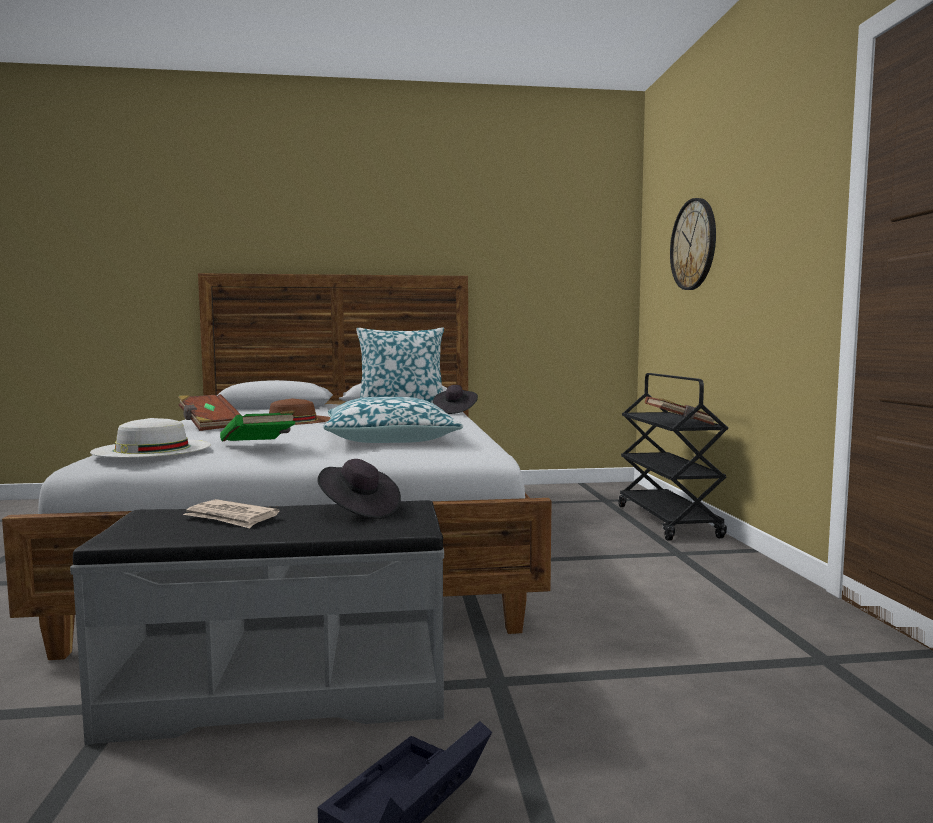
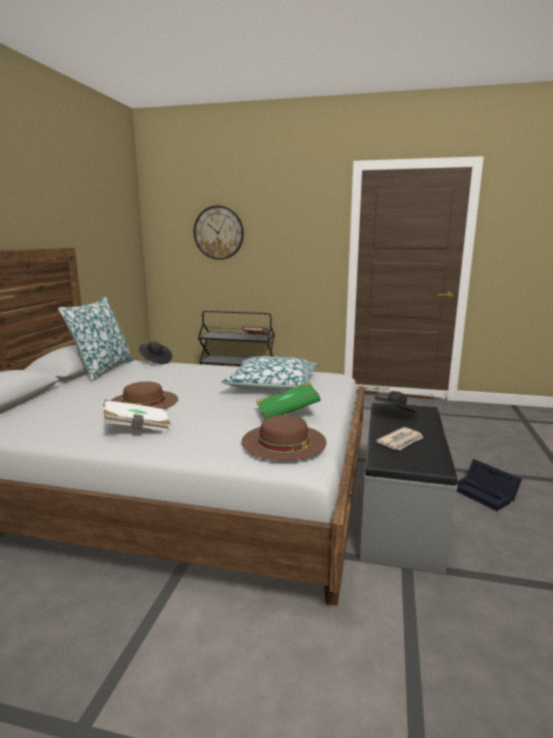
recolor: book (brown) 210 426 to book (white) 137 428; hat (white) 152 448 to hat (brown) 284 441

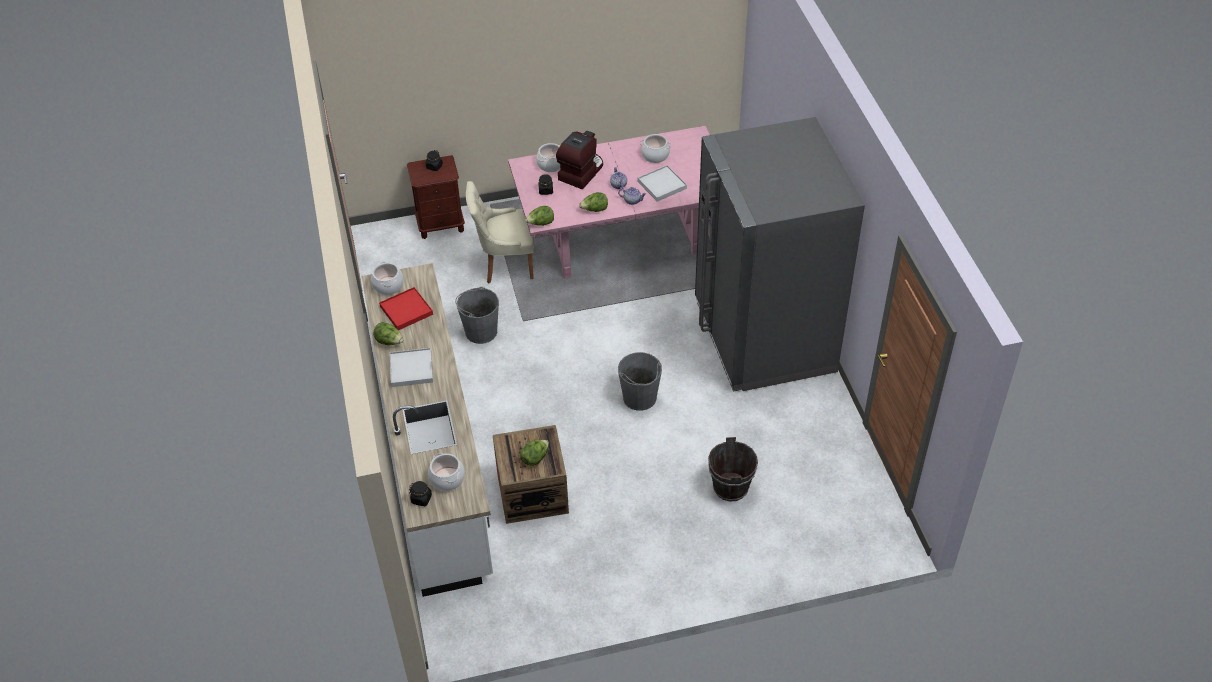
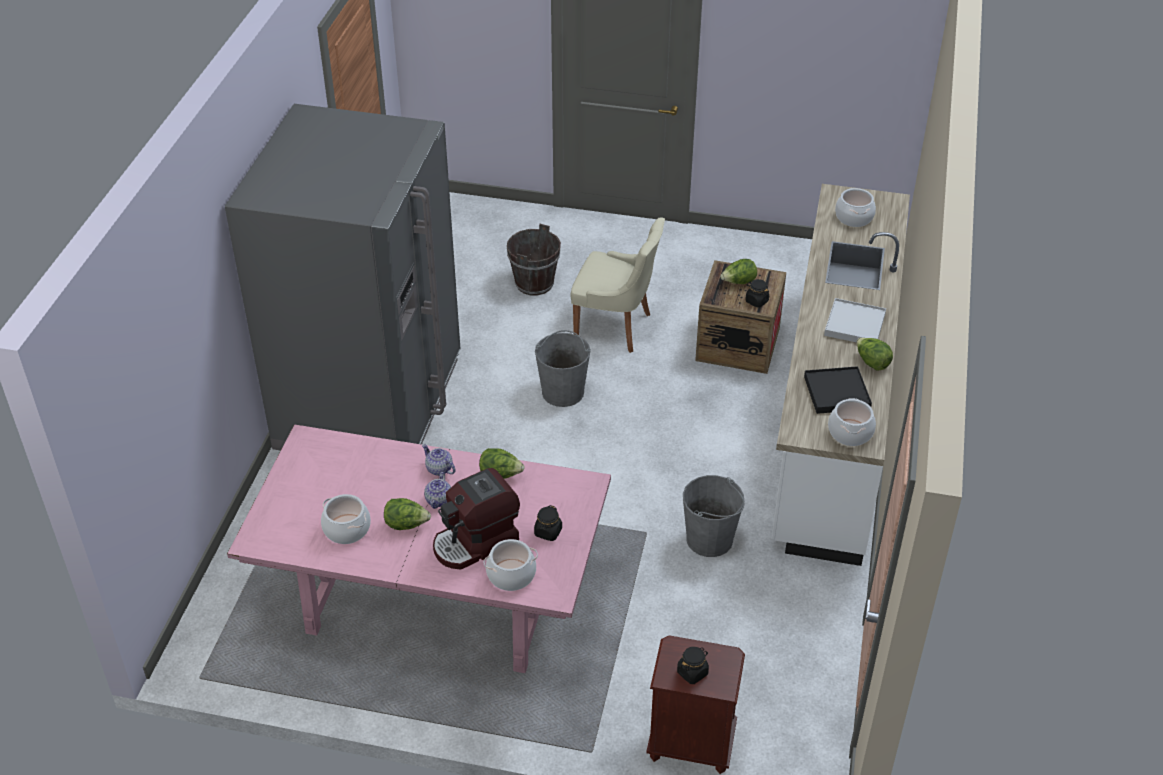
delete: tray (white) 662 185
move: chair (beige) 505 264 to 616 327; lettuce 541 224 to 406 524; jar (black) 421 499 to 756 301
recolor: tray (red) 406 310 to tray (black) 837 392

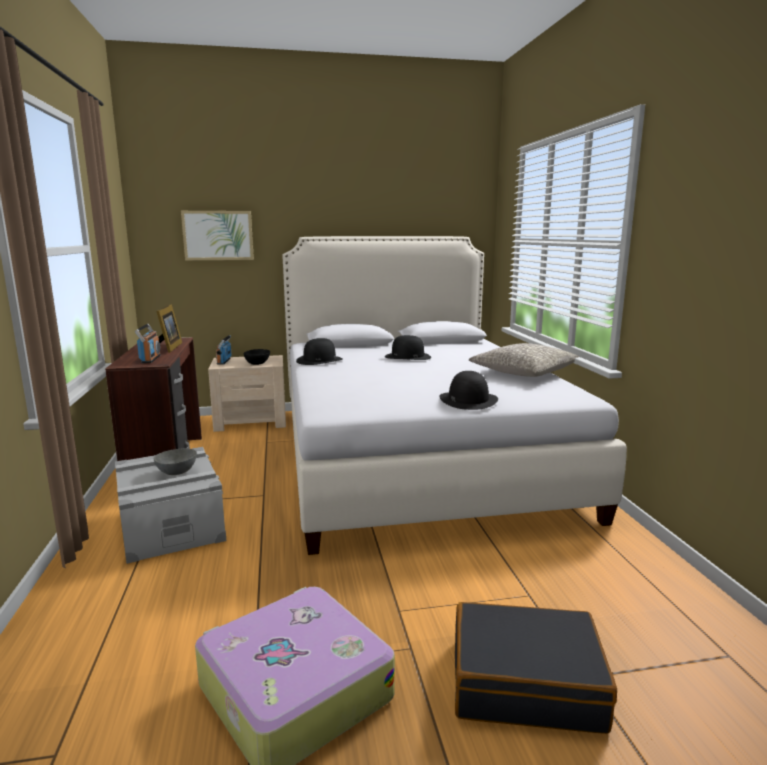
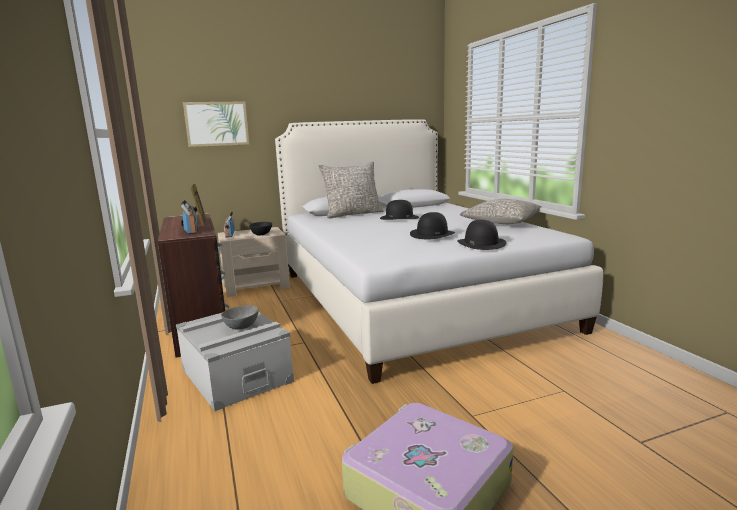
delete: suitcase (black) 525 682
insert: pillow (grey) 352 214
move: hat (black) 319 360 to 432 234

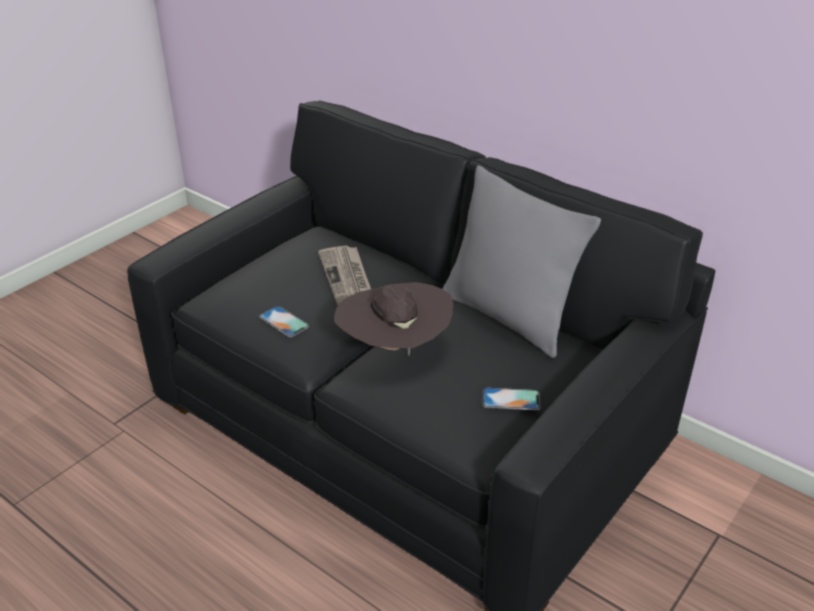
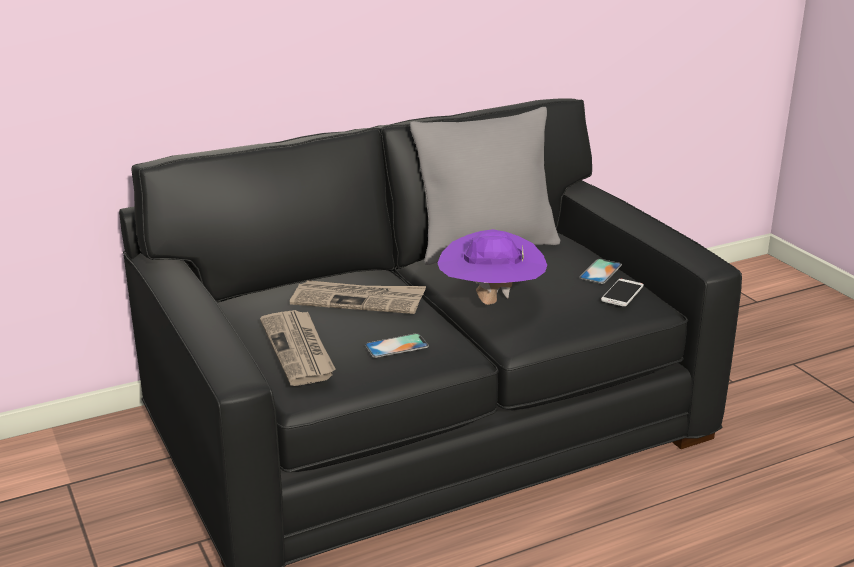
insert: phone 622 293; newspaper 299 350
recolor: hat (brown) 394 348 to hat (purple) 490 302

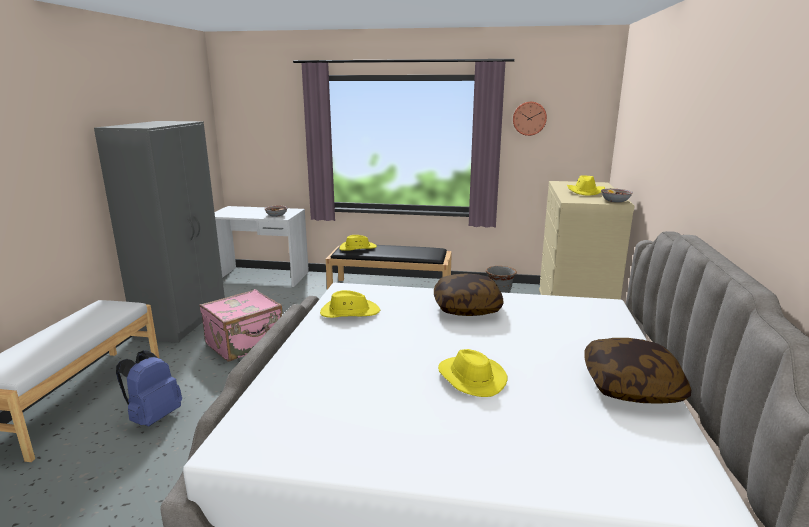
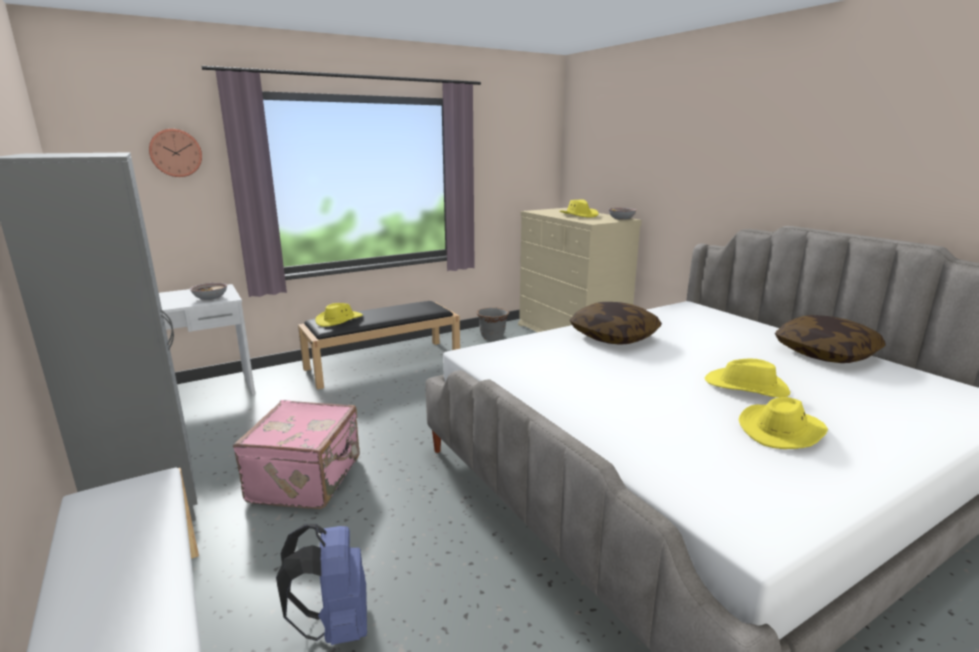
move: wall clock 529 118 to 175 153; hat (yellow) 349 312 to 781 430

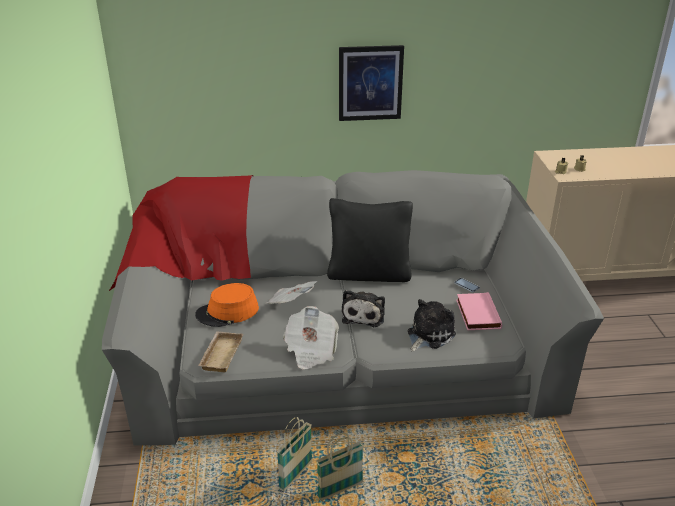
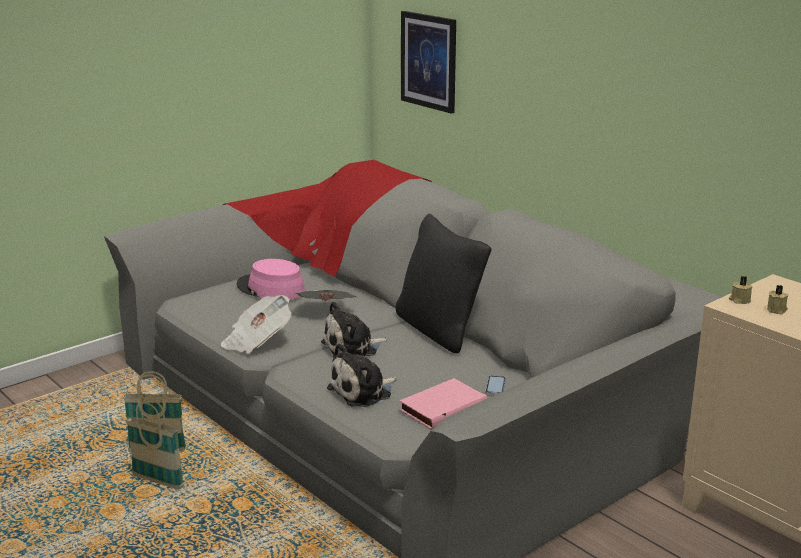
delete: tray (beige) 220 354
move: picture 370 83 to 428 61
recolor: hat (orange) 227 312 to hat (pink) 270 289
rotate: plush toy 428 335 = 363 392 135 degrees clockwise

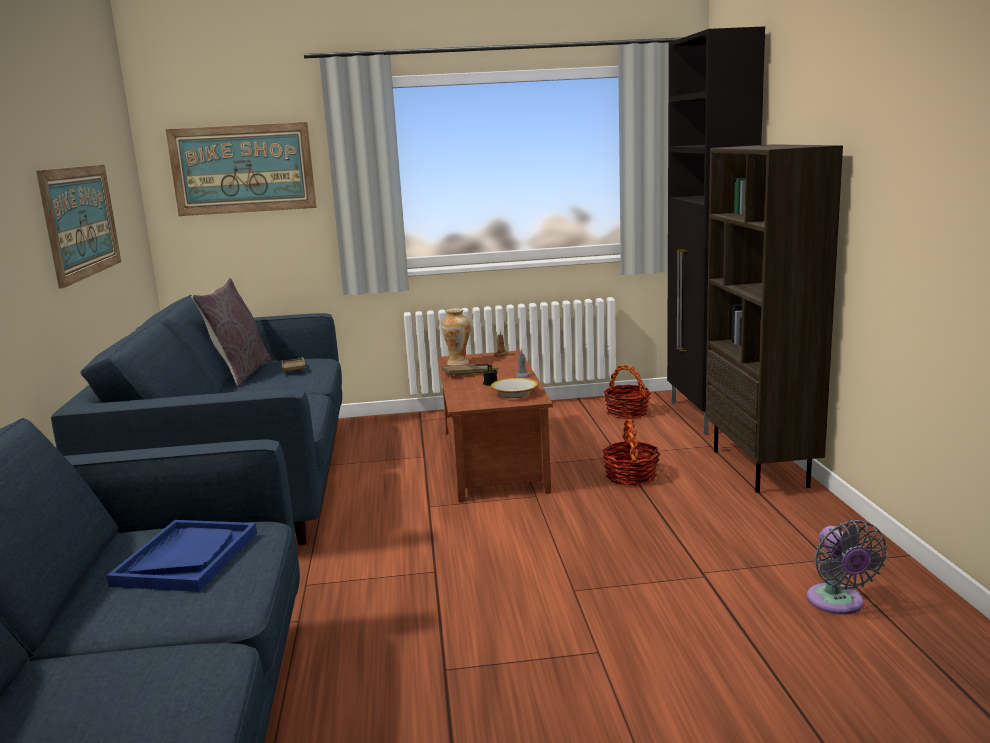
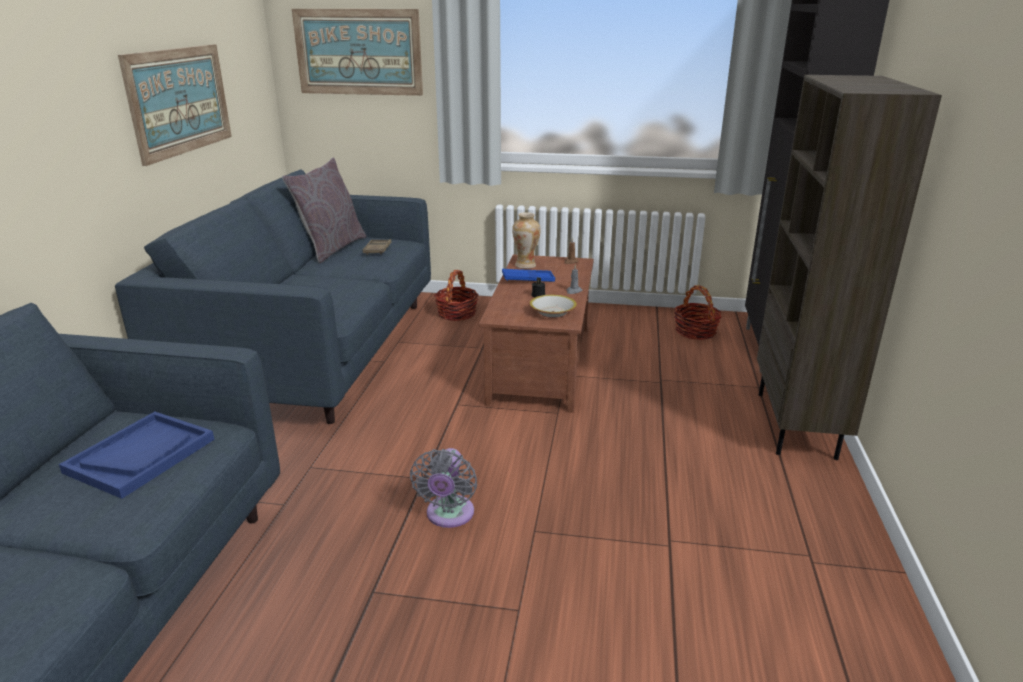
move: basket 631 476 to 457 313; fan (grey) 837 603 to 449 515
recolor: tray (brown) 469 373 to tray (blue) 528 279

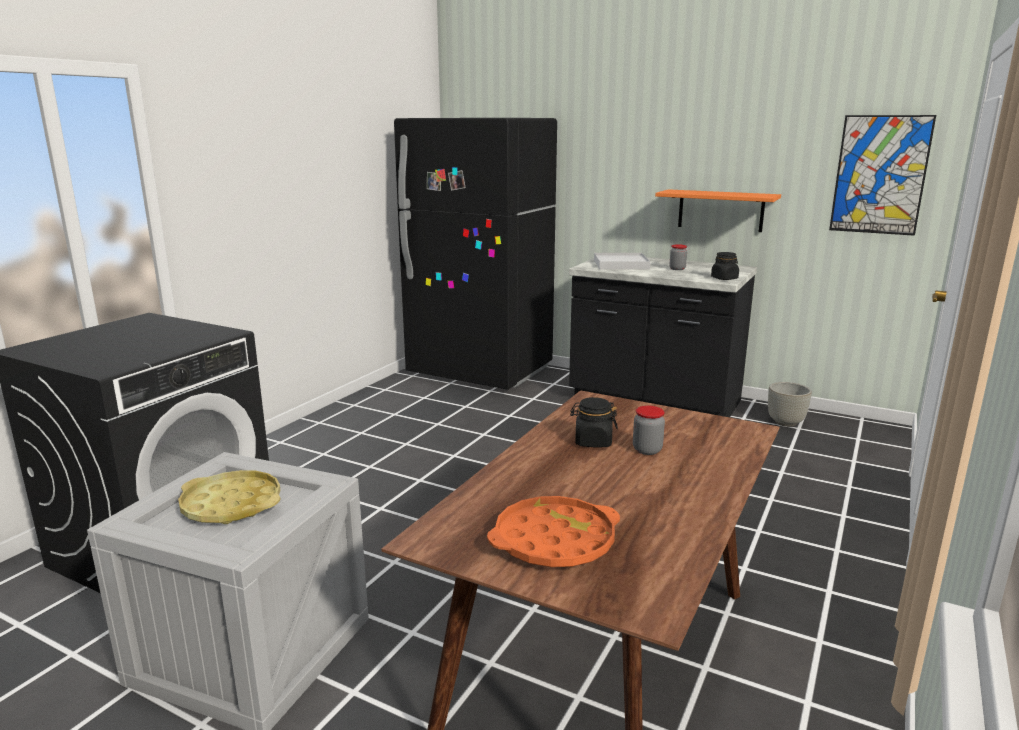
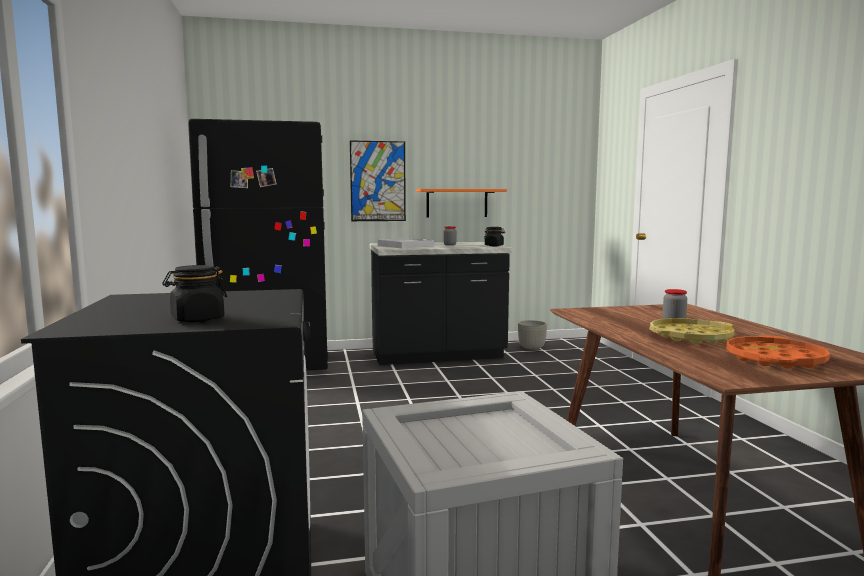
move: picture 880 175 to 378 181; jar (black) 593 442 to 197 319; tray (yellow) 231 505 to 690 337

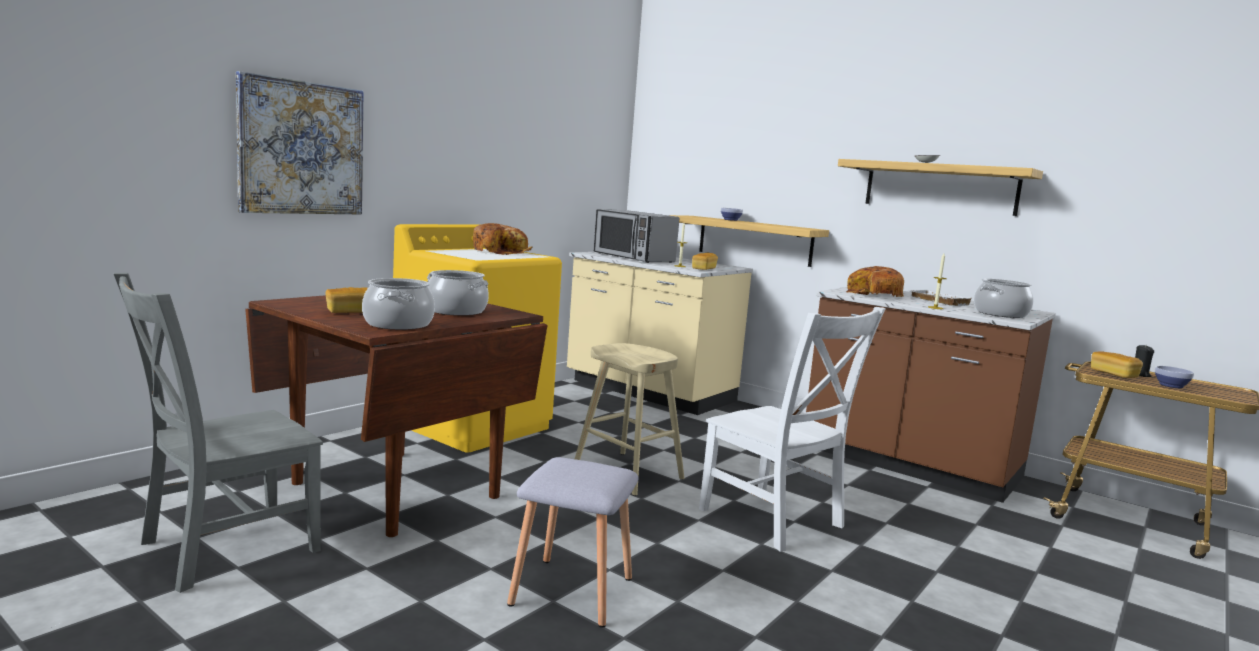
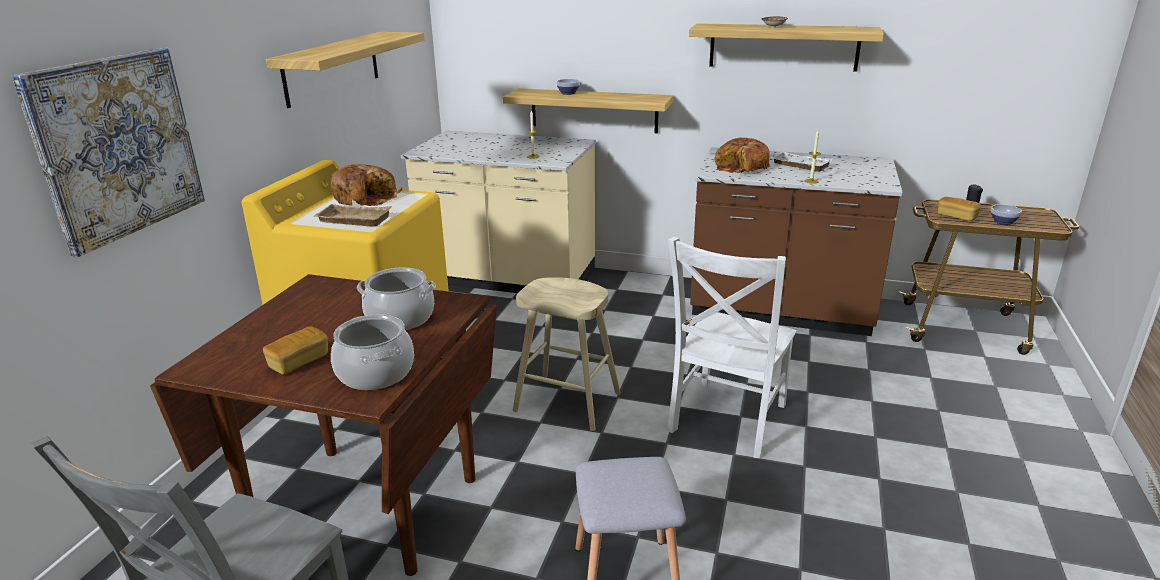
delete: microwave 633 257; bread 704 269; cooking pot 1000 314
insert: shelf 332 67; tray (beige) 352 221
rotate: chair (white) 775 520 = 725 421 90 degrees clockwise

